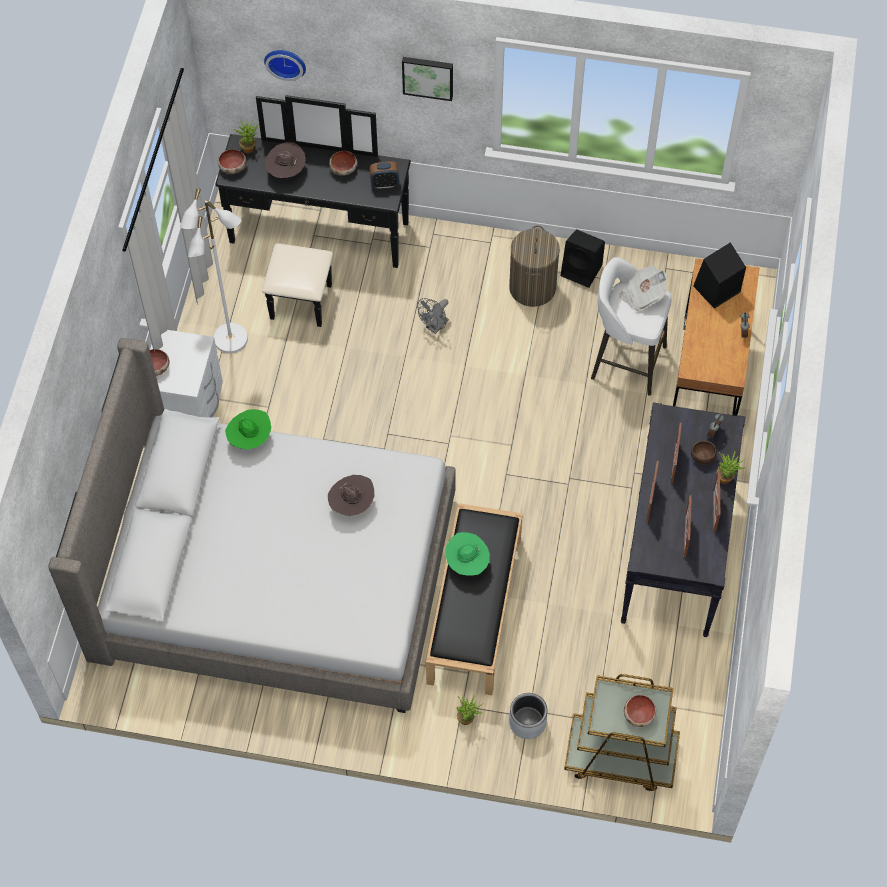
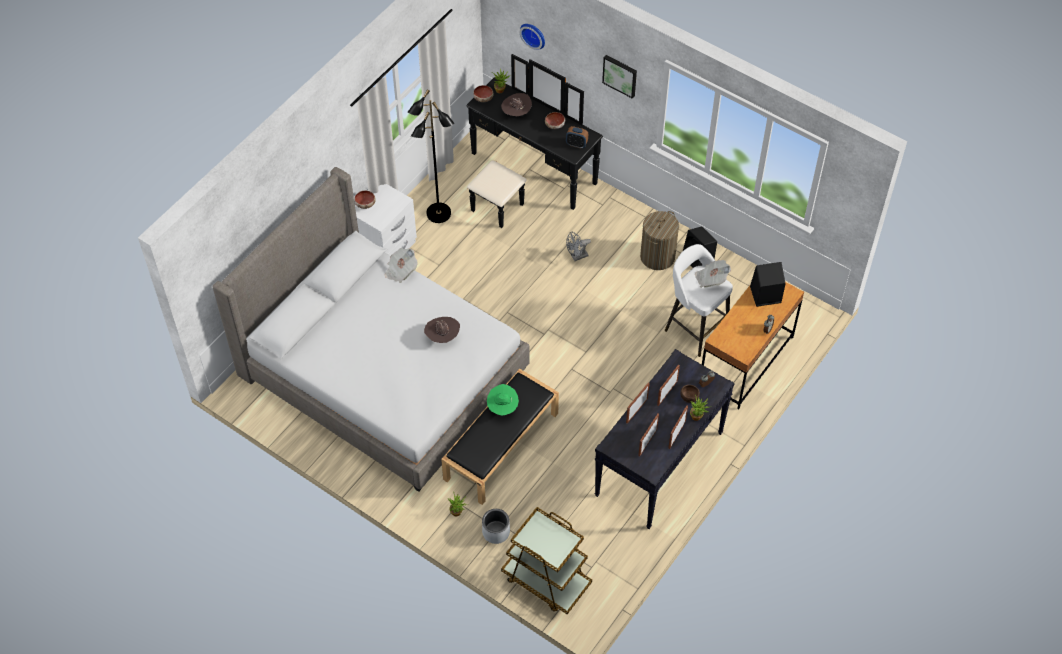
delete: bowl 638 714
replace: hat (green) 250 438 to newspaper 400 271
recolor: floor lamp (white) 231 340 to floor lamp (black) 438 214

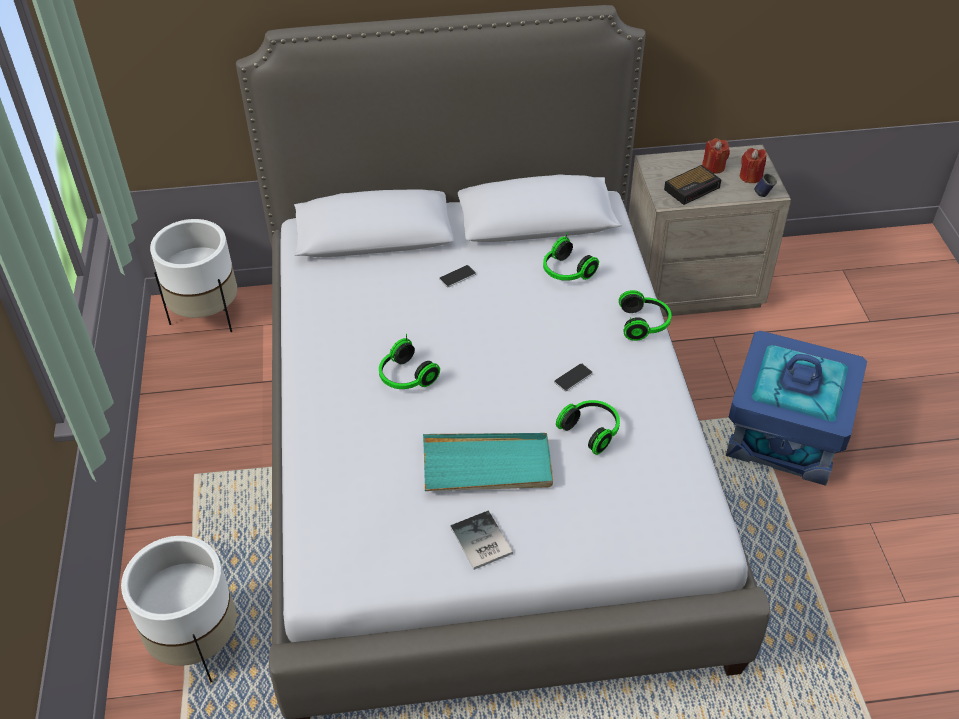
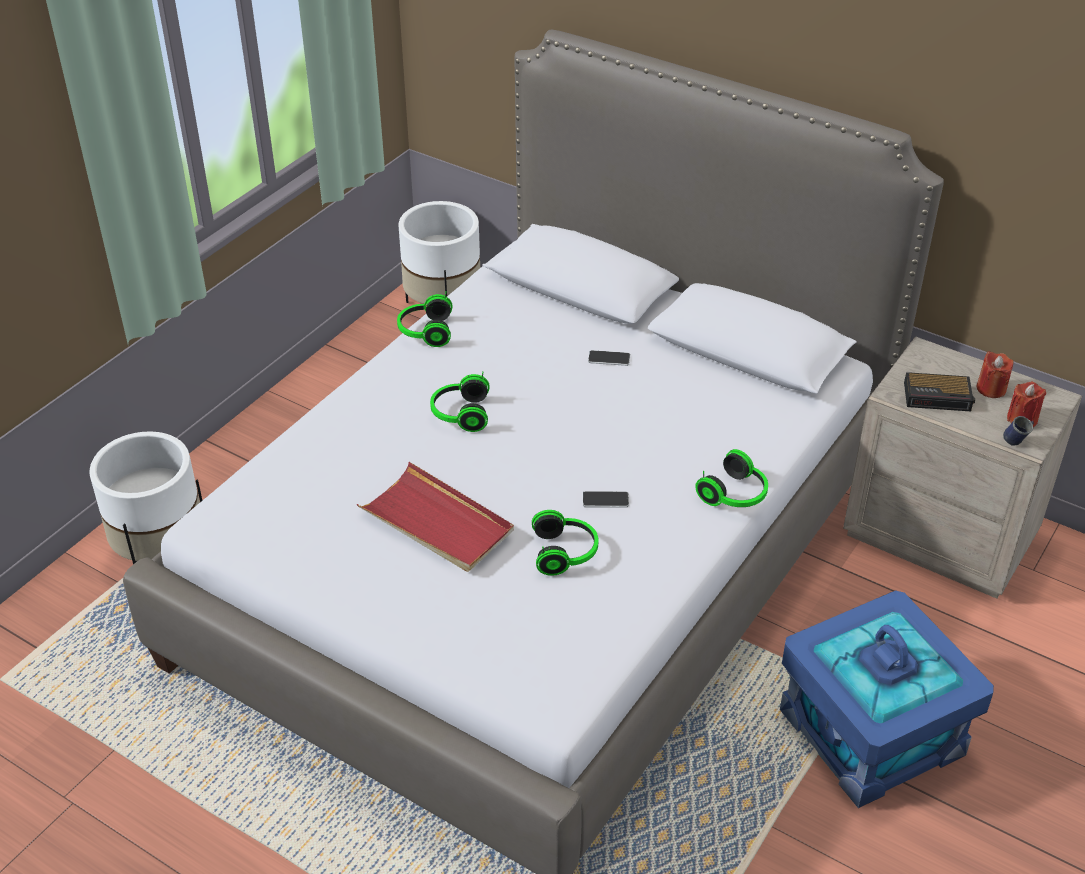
delete: book 480 542
move: headphones 566 272 to 425 331
recolor: tray (turquoise) 487 466 to tray (red) 437 522

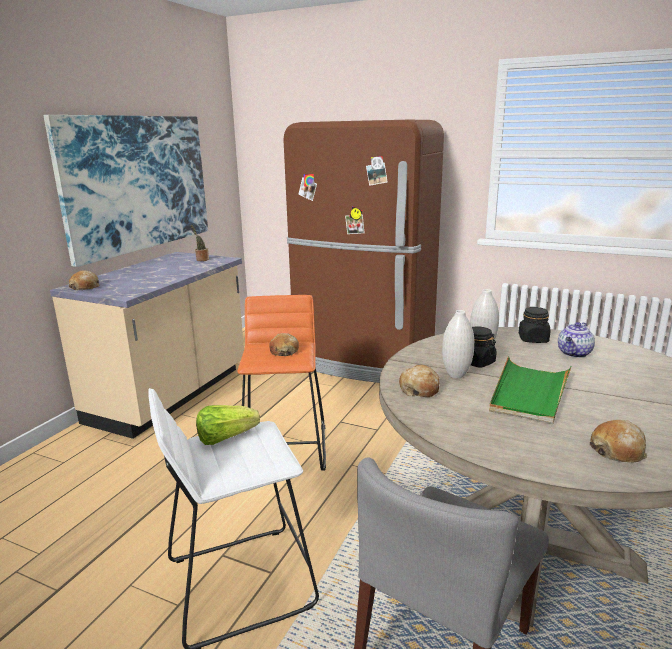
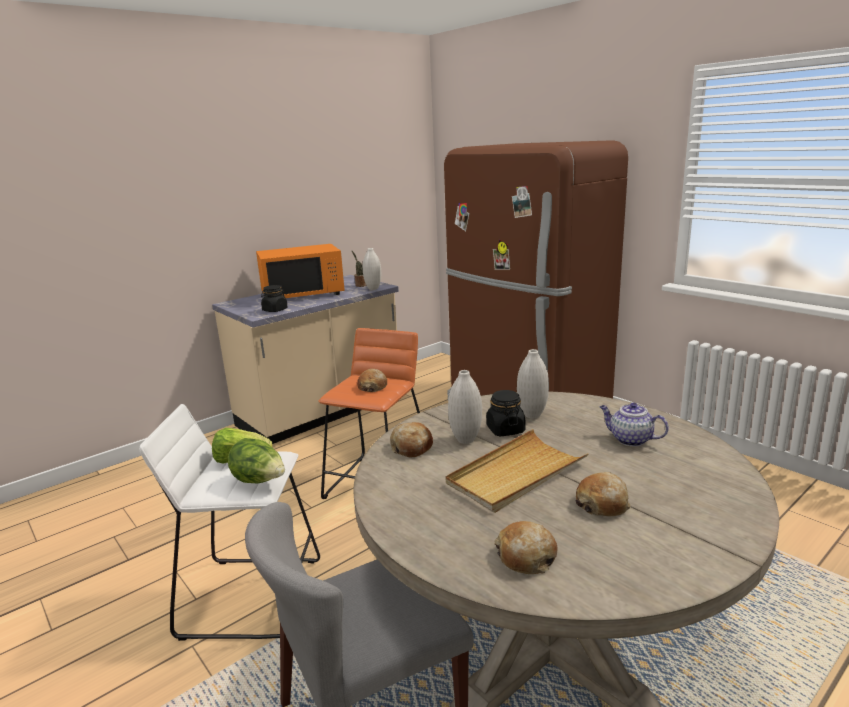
delete: picture 138 183
insert: microwave (orange) 303 294; vase (white) 373 288; lettuce 260 481
move: bread 85 287 to 602 504; jar (black) 533 339 to 275 310
recolor: tray (green) 529 393 to tray (beige) 516 474
rotate: teapot 574 354 = 630 440 60 degrees clockwise

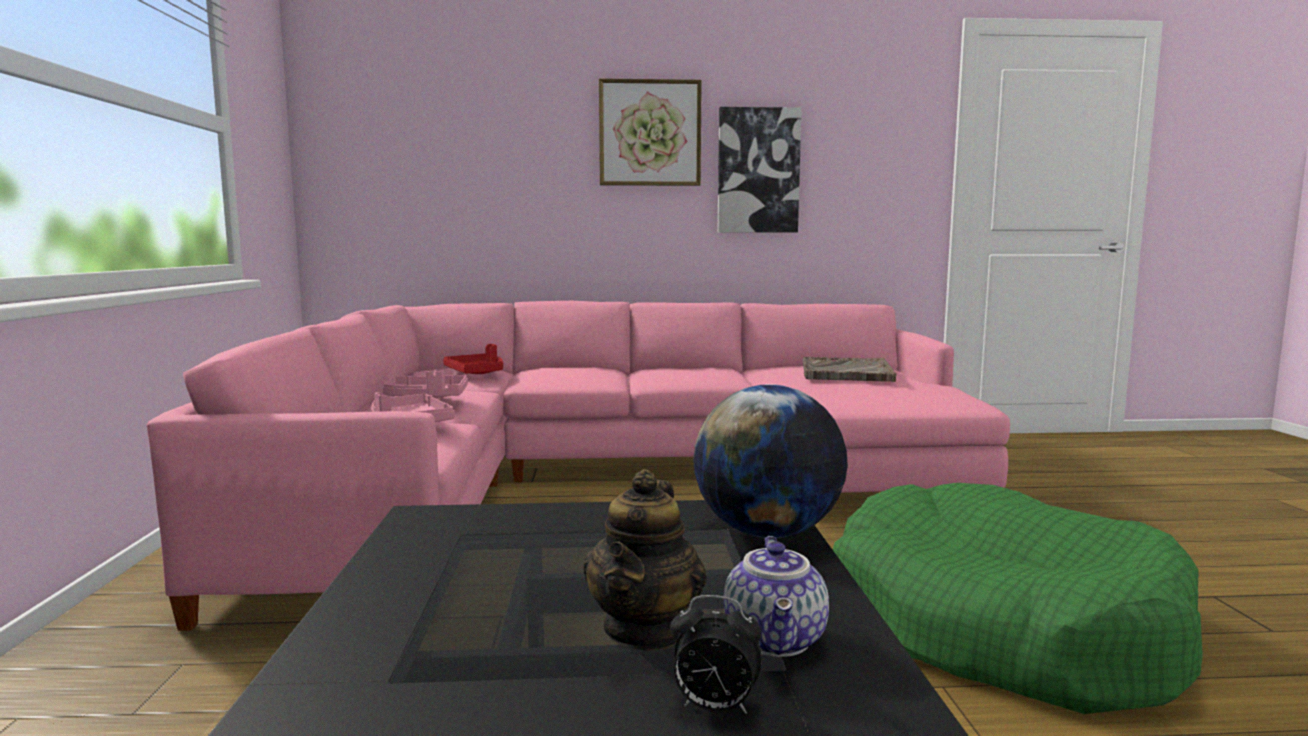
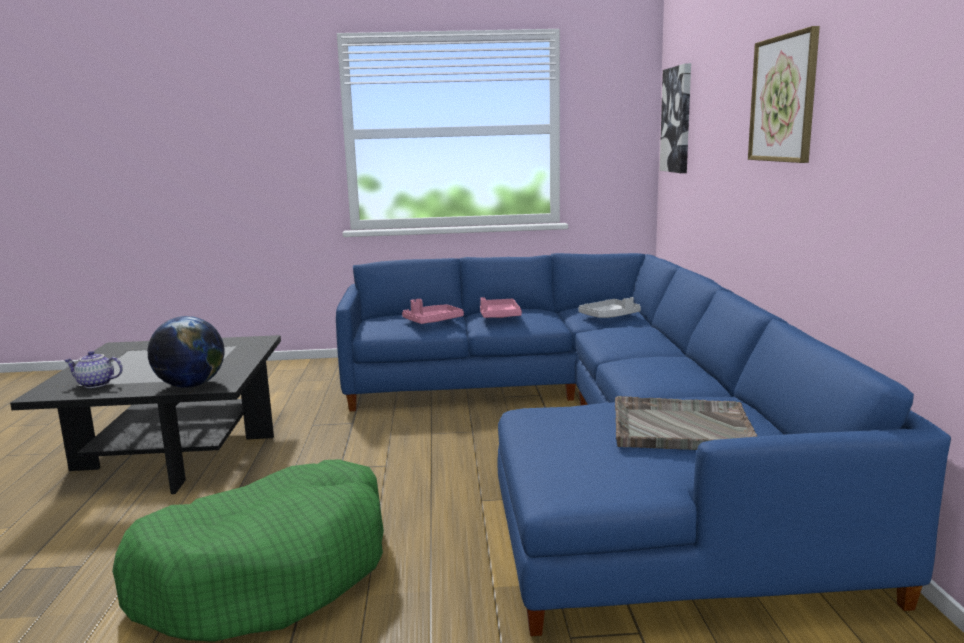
delete: teapot 646 630; alarm clock 714 707
move: picture 758 171 to 677 120
recolor: sofa (pink) 612 483 to sofa (blue) 589 434; tray (red) 476 373 to tray (grey) 609 316

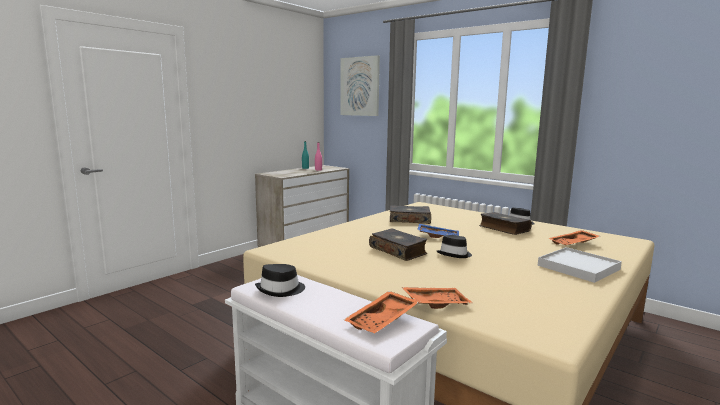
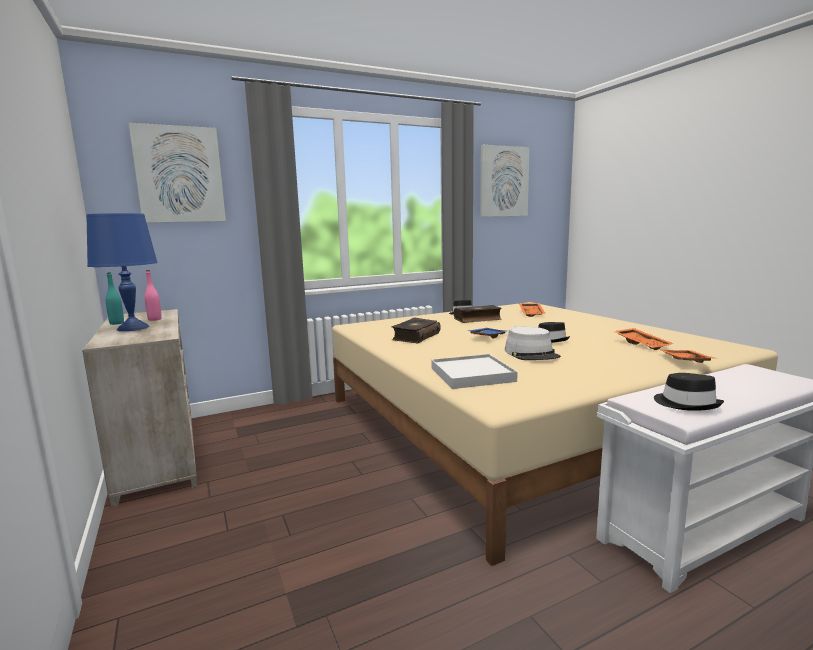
insert: picture 503 181; table lamp (blue) 132 328
move: tray (white) 578 267 to 472 375; tray (orange) 383 321 to 642 344
replace: book 398 251 to hat (grey) 531 354

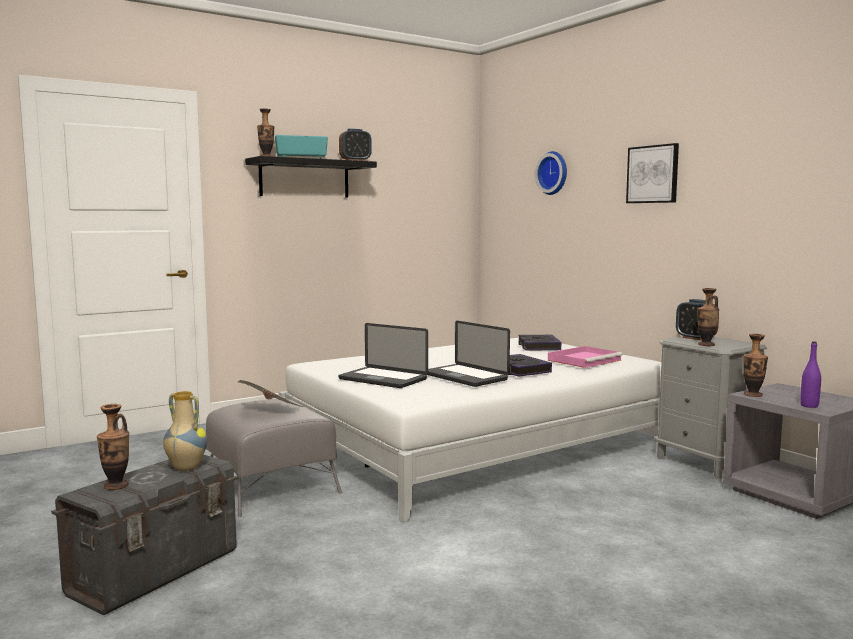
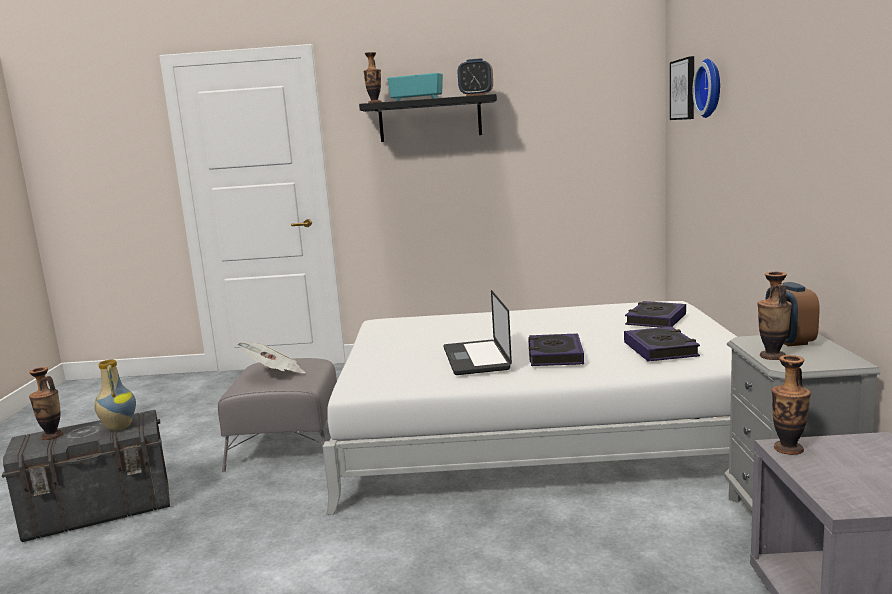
delete: laptop 383 379; bottle (purple) 809 406
move: picture 653 174 to 684 89
replace: tray (pink) 585 360 to book 660 349

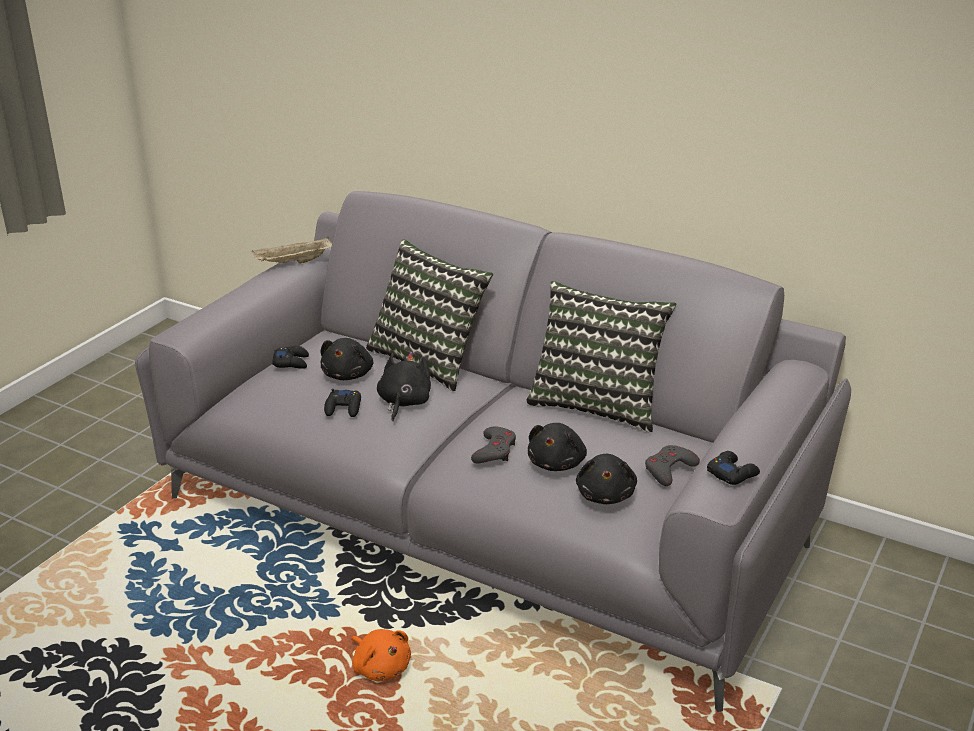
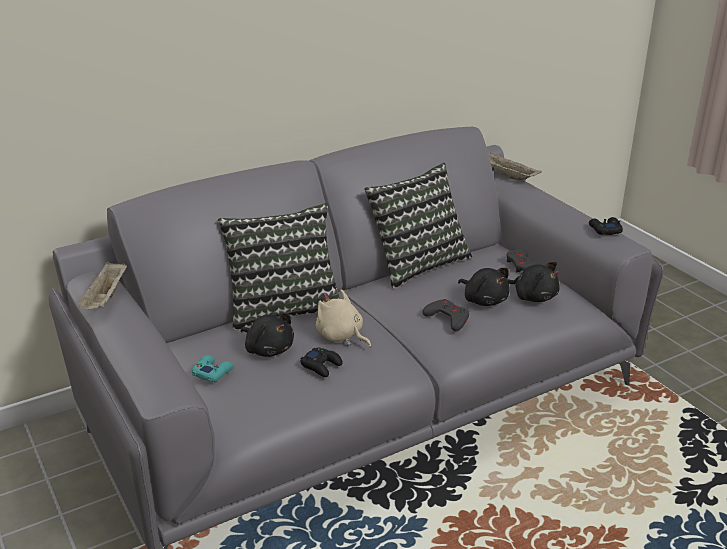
delete: plush toy (orange) 380 667
insert: tray (beige) 507 176
recolor: game controller (black) 291 362 to game controller (turquoise) 212 372; plush toy (black) 403 403 to plush toy (beige) 341 336

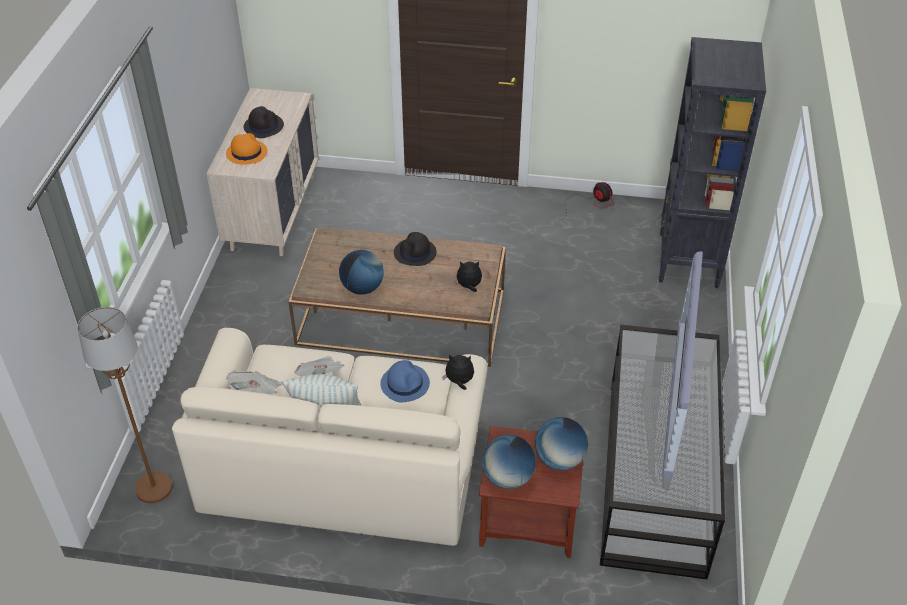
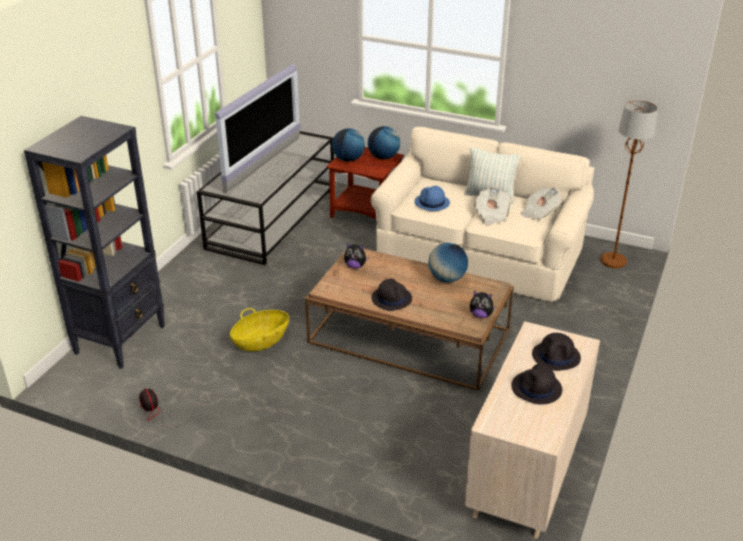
insert: basket 261 341
move: plush toy 459 382 to 481 315
recolor: hat (orange) 246 152 to hat (black) 556 356

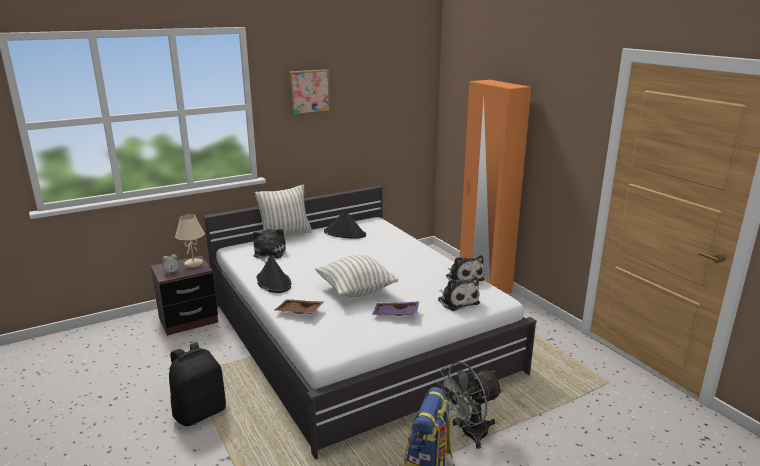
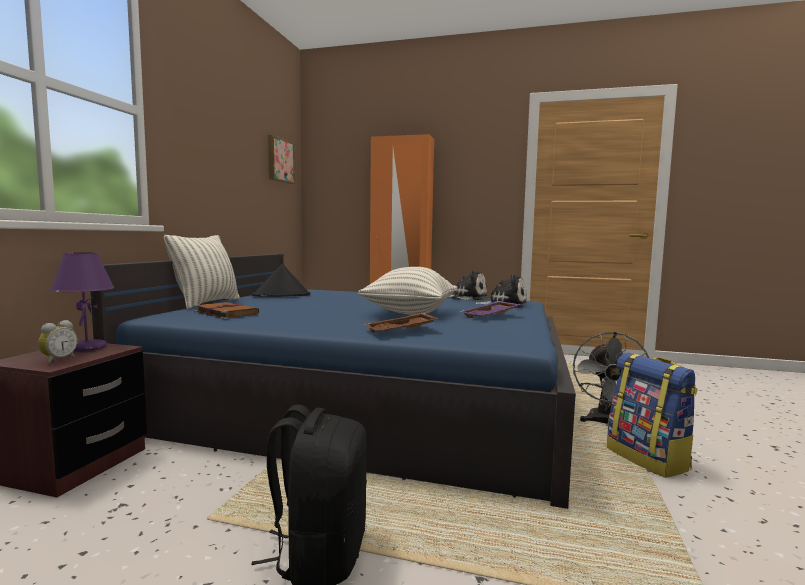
delete: hat (black) 273 282
move: picture 308 91 to 279 160
replace: plush toy 268 254 to book (brown) 225 313
recolor: bed (white) 355 335 to bed (blue) 365 401; table lamp (beige) 193 264 to table lamp (purple) 87 347

